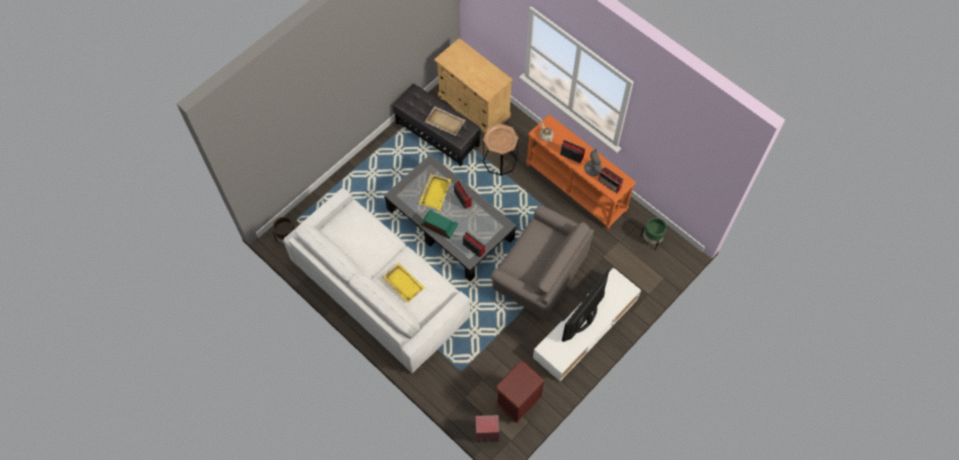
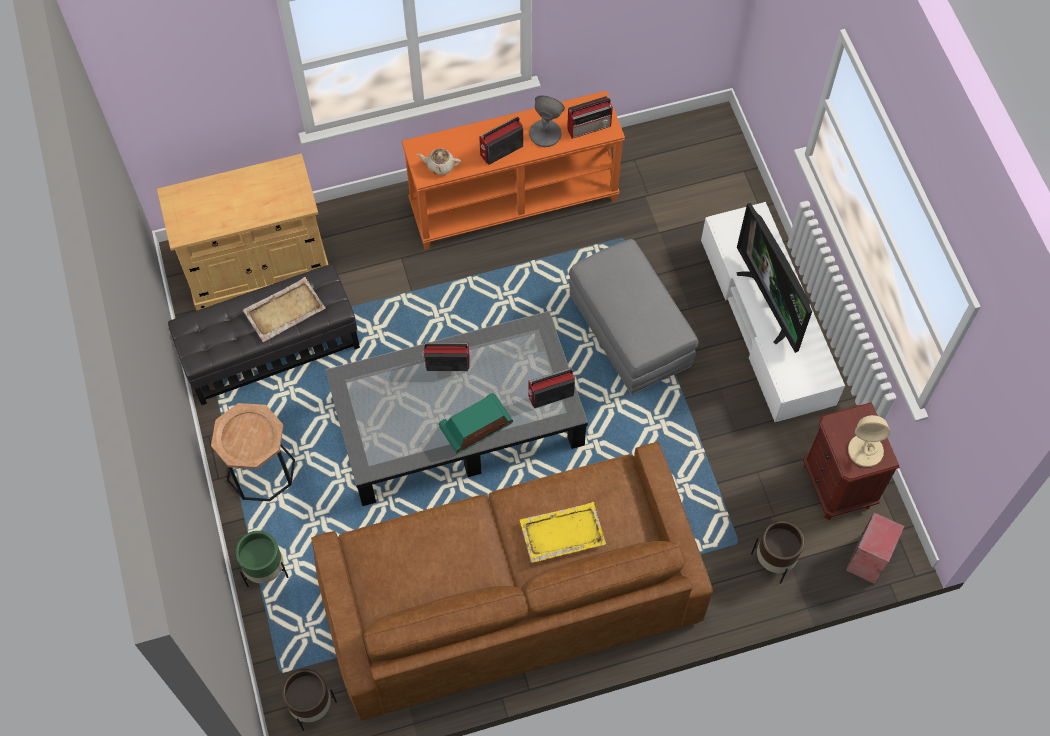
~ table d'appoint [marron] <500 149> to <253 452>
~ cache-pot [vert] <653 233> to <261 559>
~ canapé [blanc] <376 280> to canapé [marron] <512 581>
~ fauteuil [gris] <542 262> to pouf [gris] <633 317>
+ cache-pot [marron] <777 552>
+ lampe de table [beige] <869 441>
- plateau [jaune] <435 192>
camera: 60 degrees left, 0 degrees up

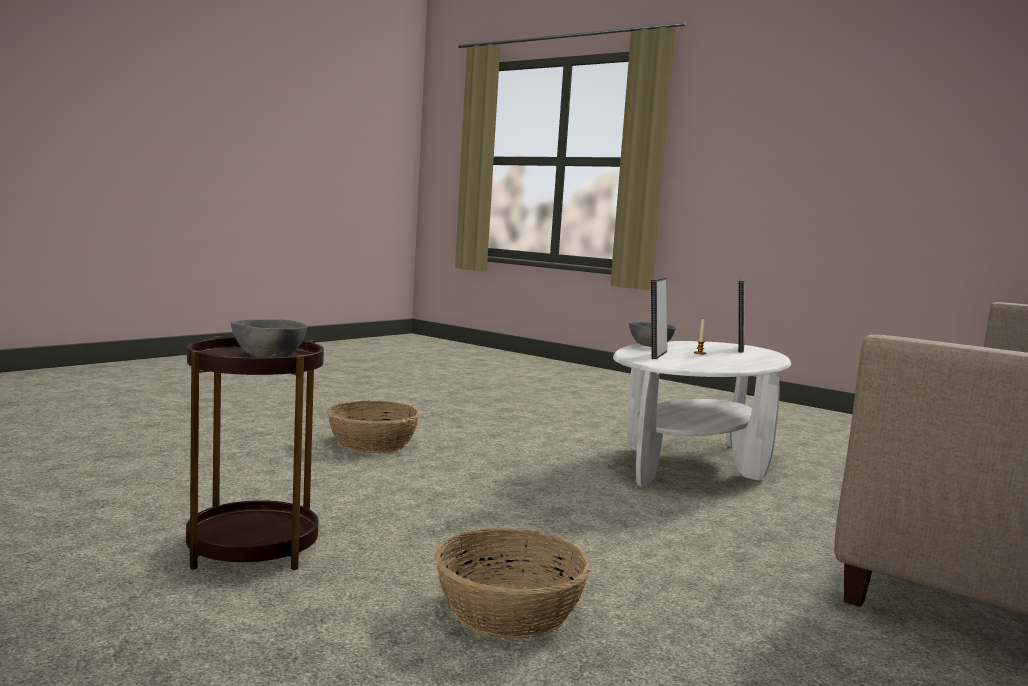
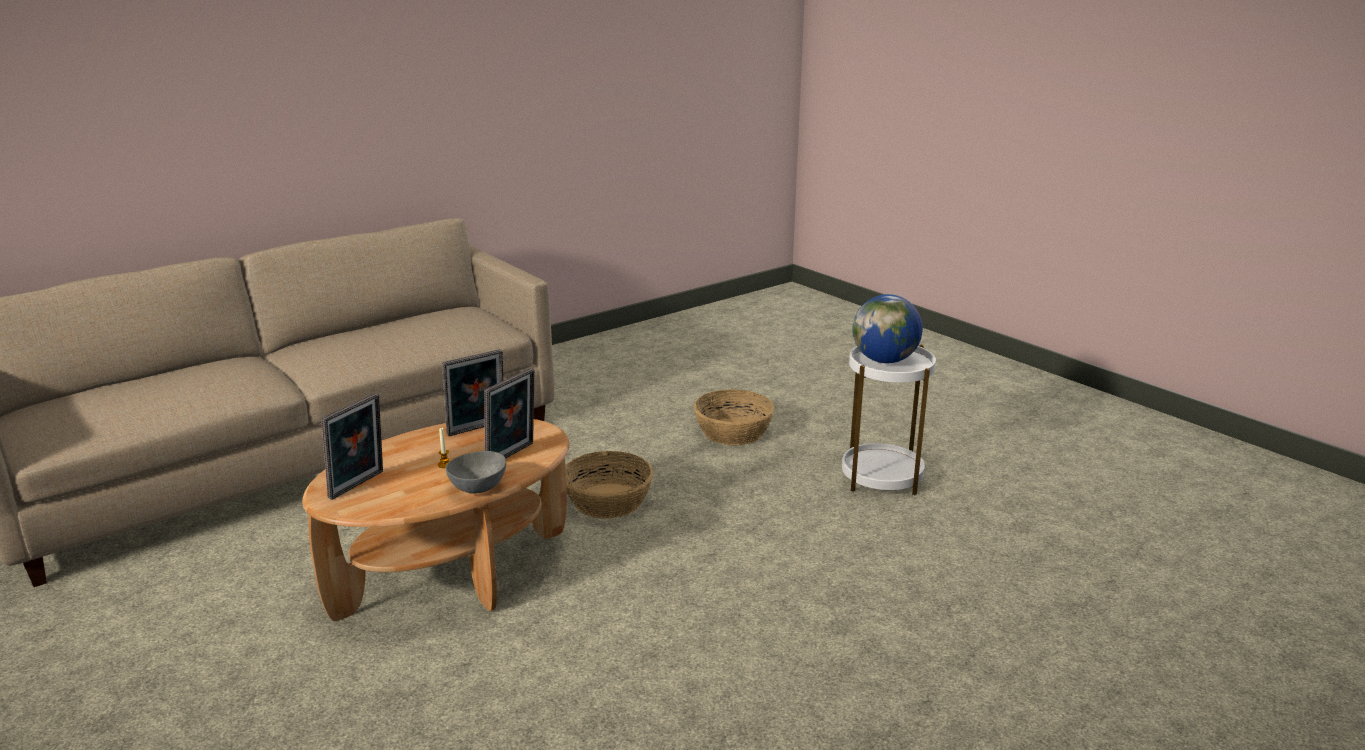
~ table basse [blanc] <702 414> to table basse [marron] <435 520>
+ cadre photo <472 392>
~ panier <373 426> to <609 485>
~ table d'appoint [marron] <255 453> to table d'appoint [blanc] <889 420>
~ bol [gris] <269 339> to globe <887 328>
camera: 165 degrees left, 15 degrees up

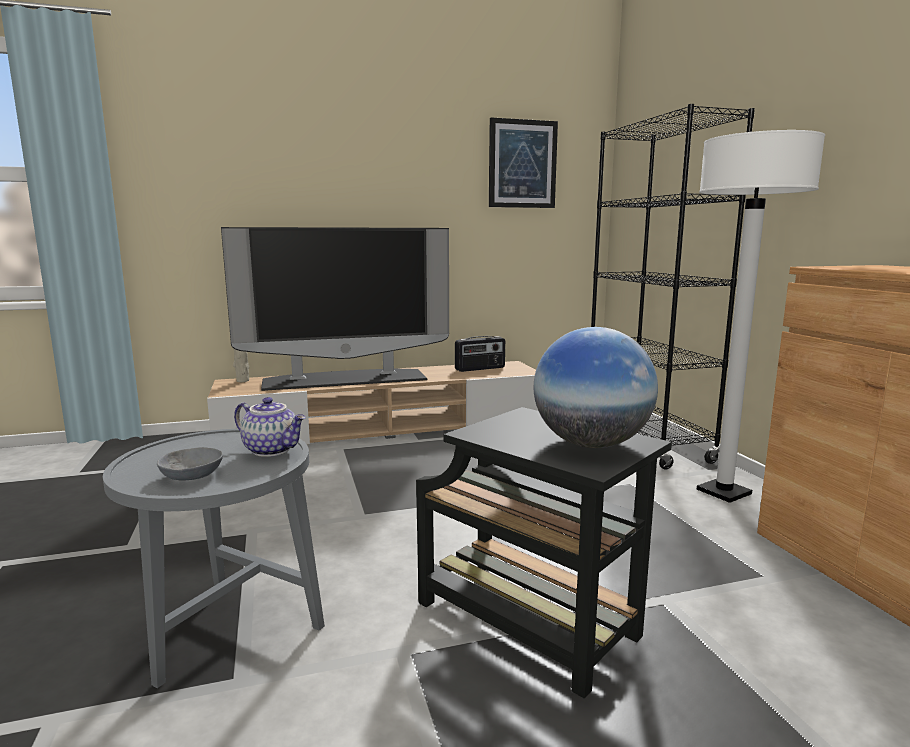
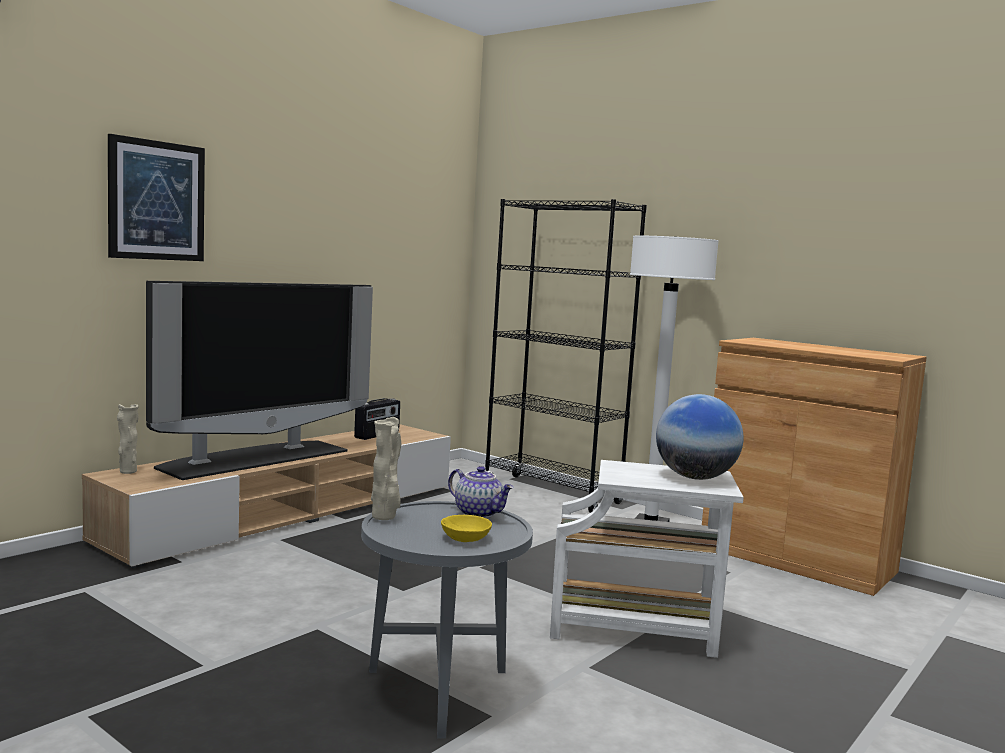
~ tableau <523 162> to <156 197>
+ vase [beige] <386 468>
~ bol [gris] <190 464> to bol [jaune] <466 528>
~ théière <270 427> = <481 492> 45 degrees clockwise
~ table d'appoint [noir] <544 553> to table d'appoint [blanc] <647 559>
camera: 35 degrees left, 5 degrees down

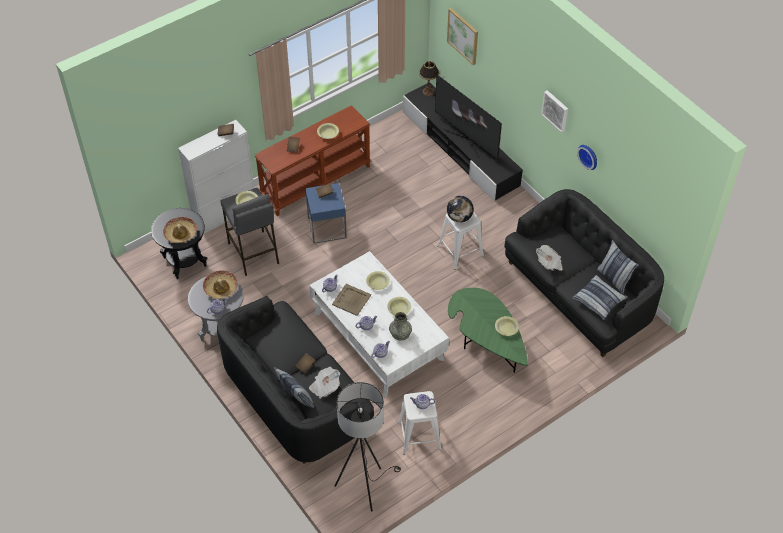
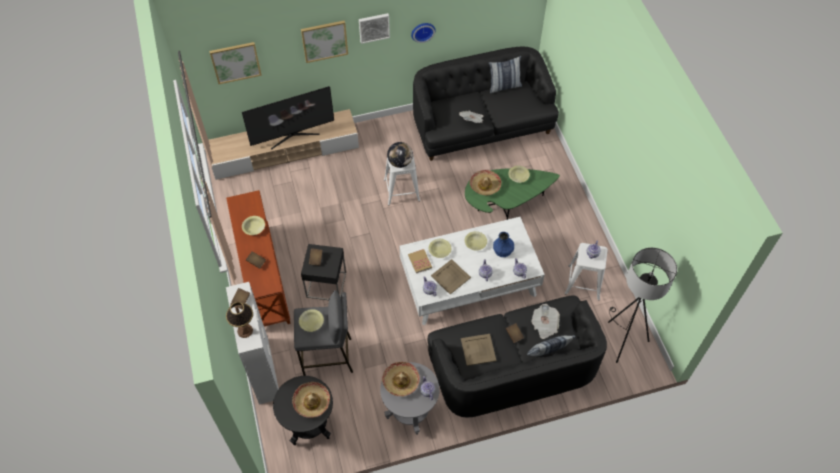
~ meuble télé [noir] <463 142> to meuble télé [beige] <284 144>
~ lampe de table <429 78> to <239 320>
+ tableau <324 41>
~ table d'appoint [bleu] <326 213> to table d'appoint [noir] <323 272>
+ livre <420 261>
+ plateau [beige] <478 350>
+ chapeau <486 182>
~ vase [gris] <400 326> to vase [bleu] <503 244>
- coussin <600 297>
camera: 70 degrees left, 5 degrees up

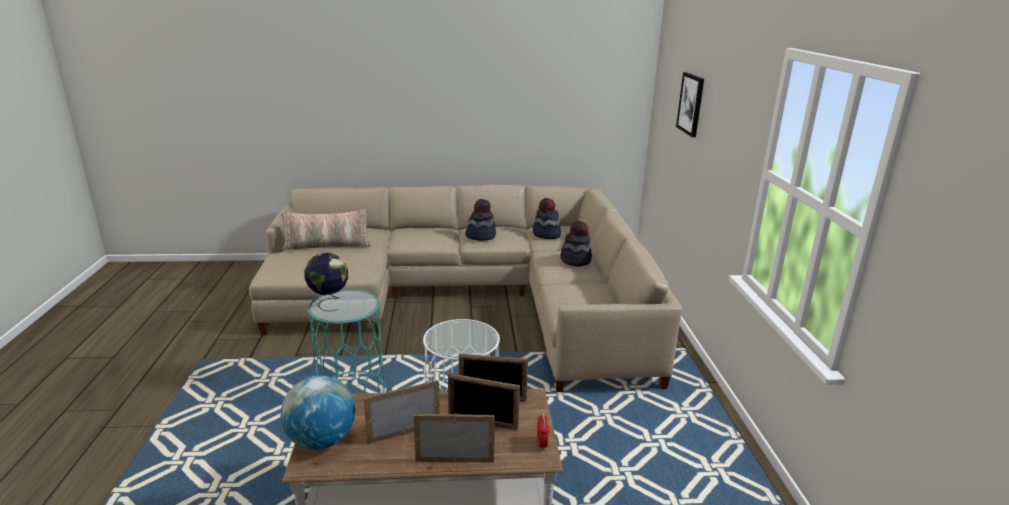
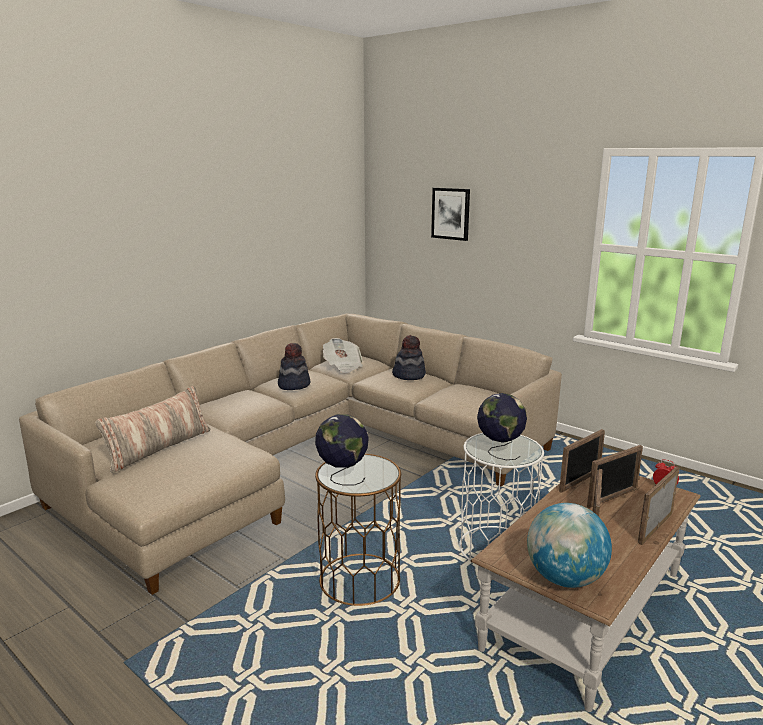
~ table d'appoint [turquoise] <346 341> to table d'appoint [marron] <358 530>
~ chapeau <547 218> to journal <343 356>
+ globe <502 426>
camera: 45 degrees left, 5 degrees down

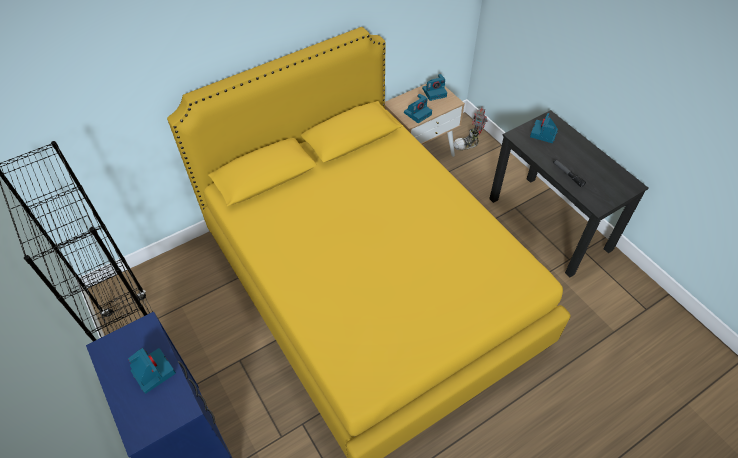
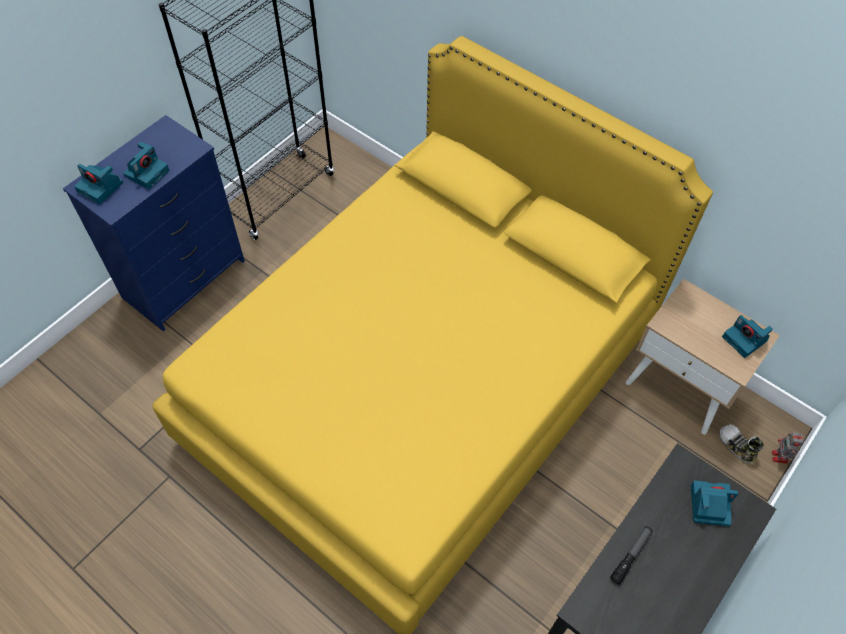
~ appareil photo <418 108> to <98 184>
camera: 70 degrees right, 5 degrees up

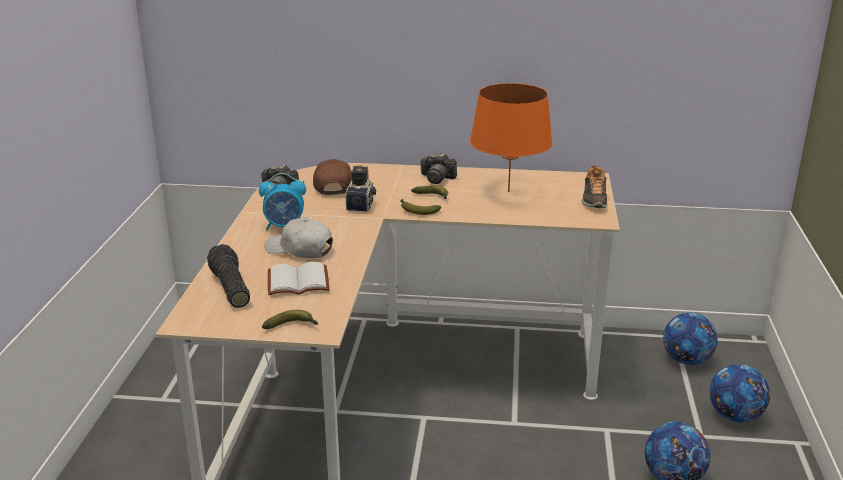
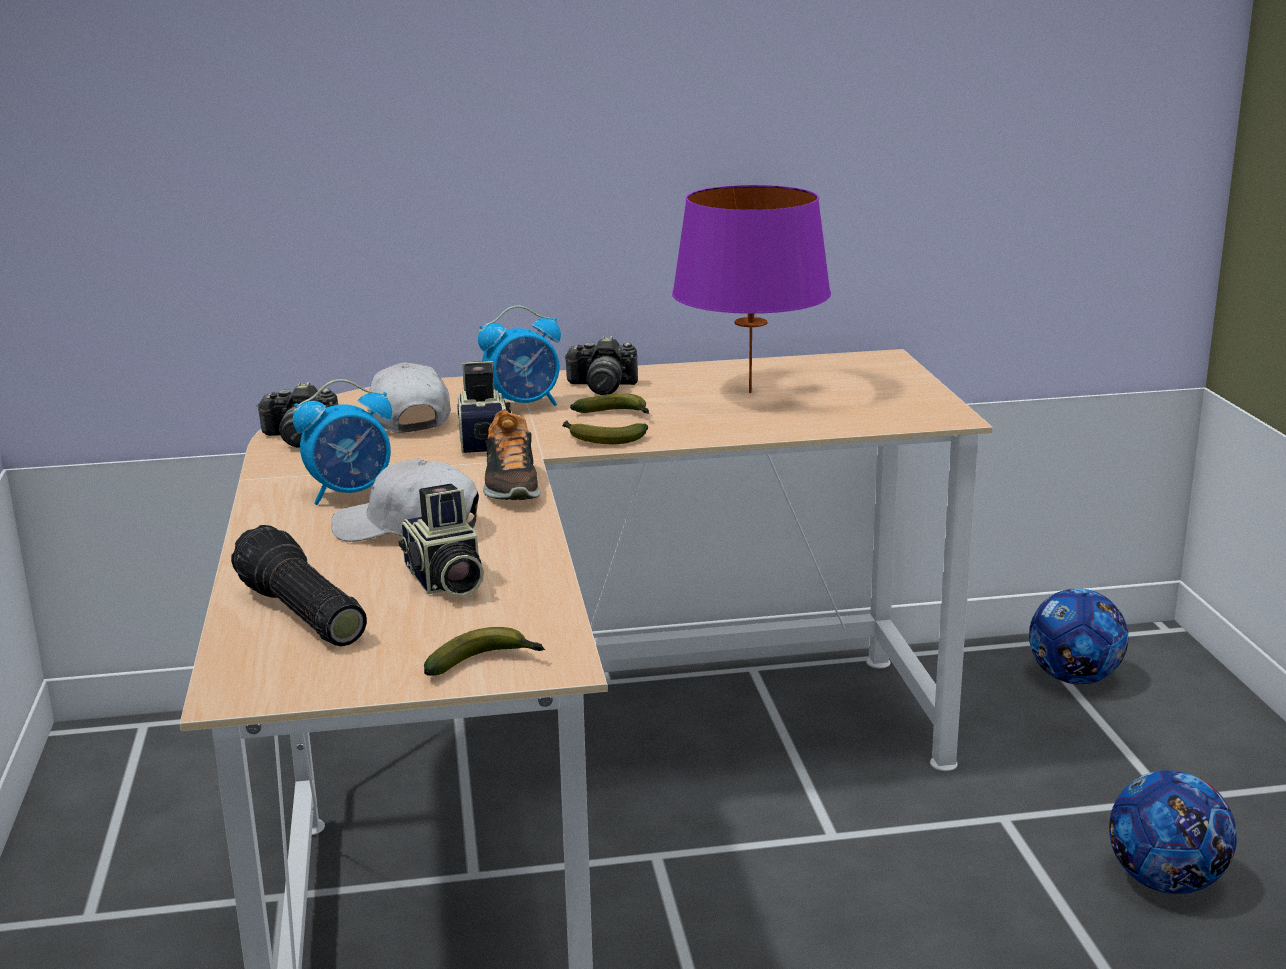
~ casquette [marron] <332 177> to casquette [blanc] <409 397>
~ livre [blanc] <299 278> to appareil photo <441 540>
+ réveil <519 355>
~ chaussure <595 186> to <512 454>
~ lampe de table [orange] <511 137> to lampe de table [violet] <751 289>
- ballon de foot <739 393>
camera: 15 degrees left, 5 degrees down

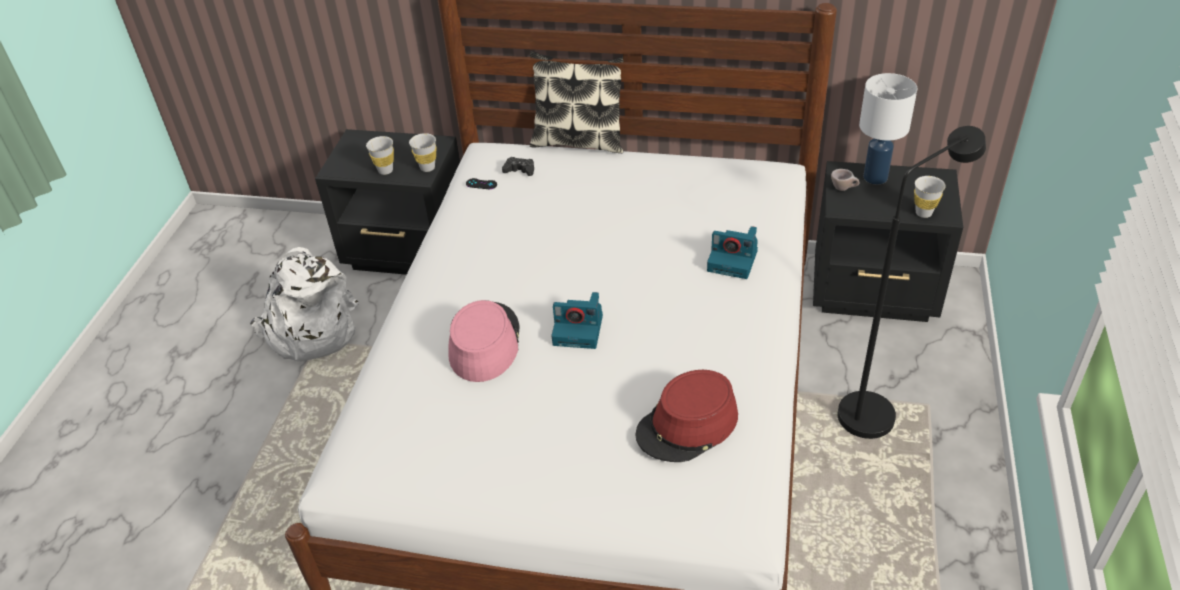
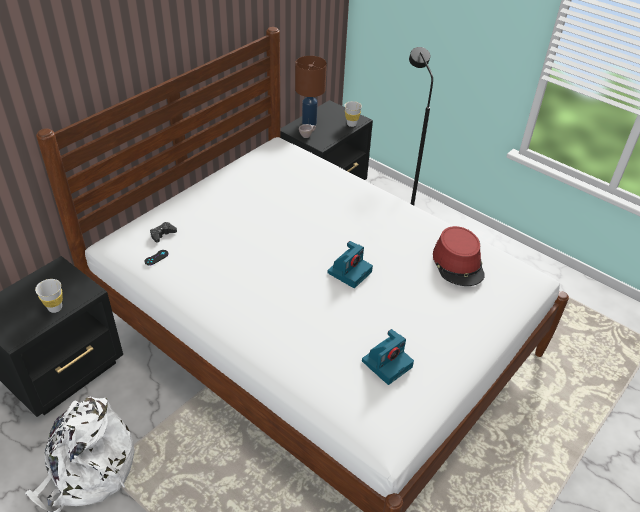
~ lampe de table [blanc] <888 128> to lampe de table [marron] <311 90>
~ appareil photo <732 252> to <388 357>
- tasse [blanc] <423 152>
- chapeau [rose] <484 341>
- coussin <577 102>
camera: 65 degrees left, 0 degrees up

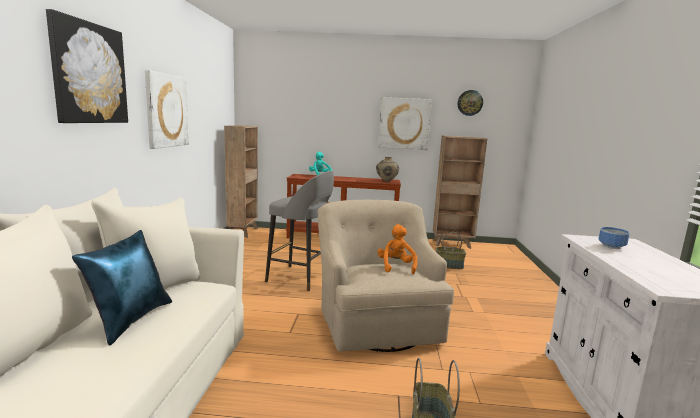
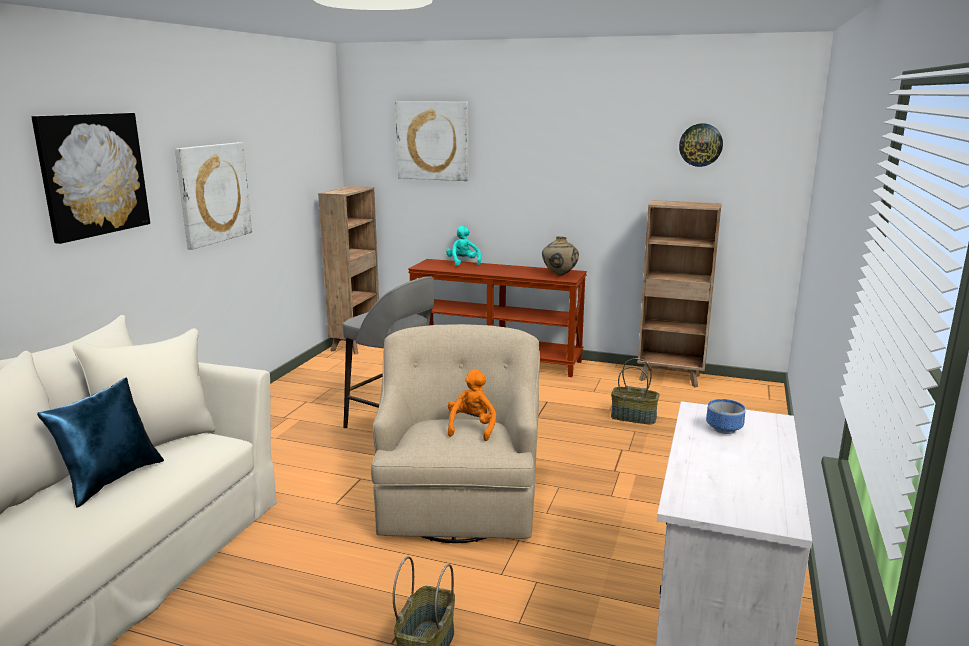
~ tableau <405 123> to <431 141>
camera: 15 degrees right, 5 degrees up

